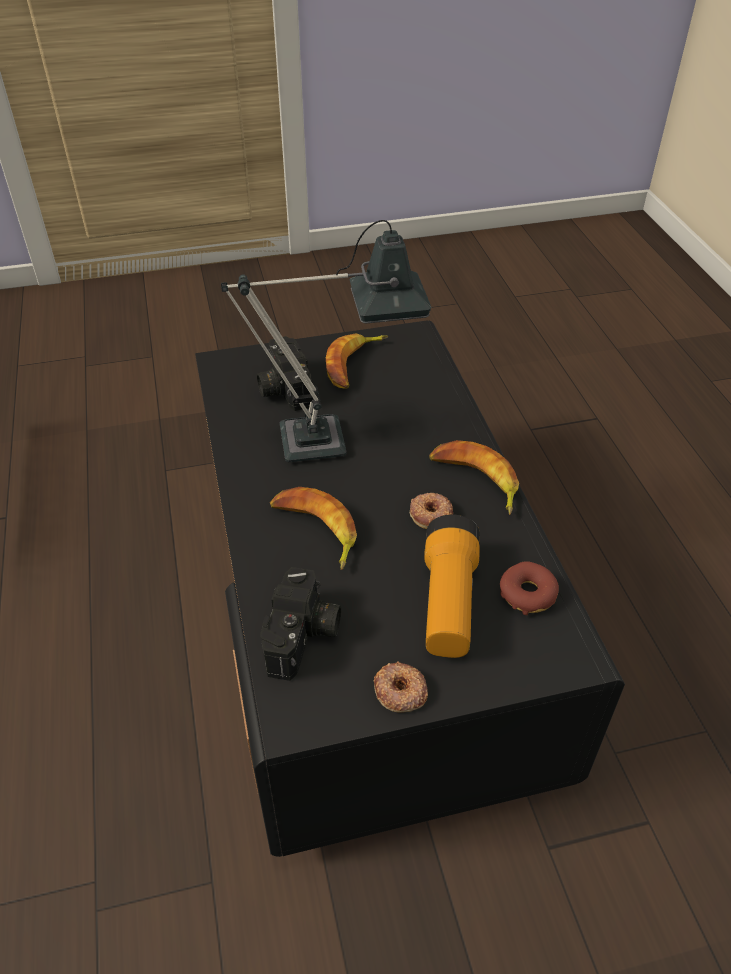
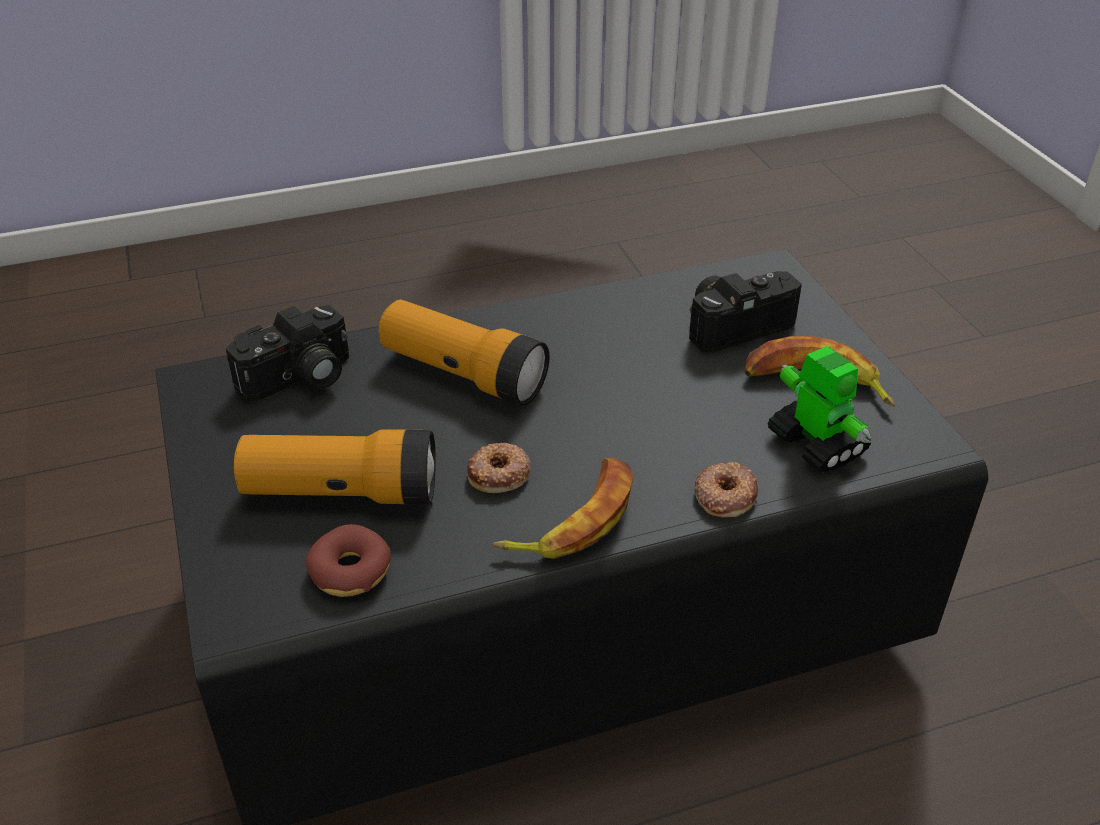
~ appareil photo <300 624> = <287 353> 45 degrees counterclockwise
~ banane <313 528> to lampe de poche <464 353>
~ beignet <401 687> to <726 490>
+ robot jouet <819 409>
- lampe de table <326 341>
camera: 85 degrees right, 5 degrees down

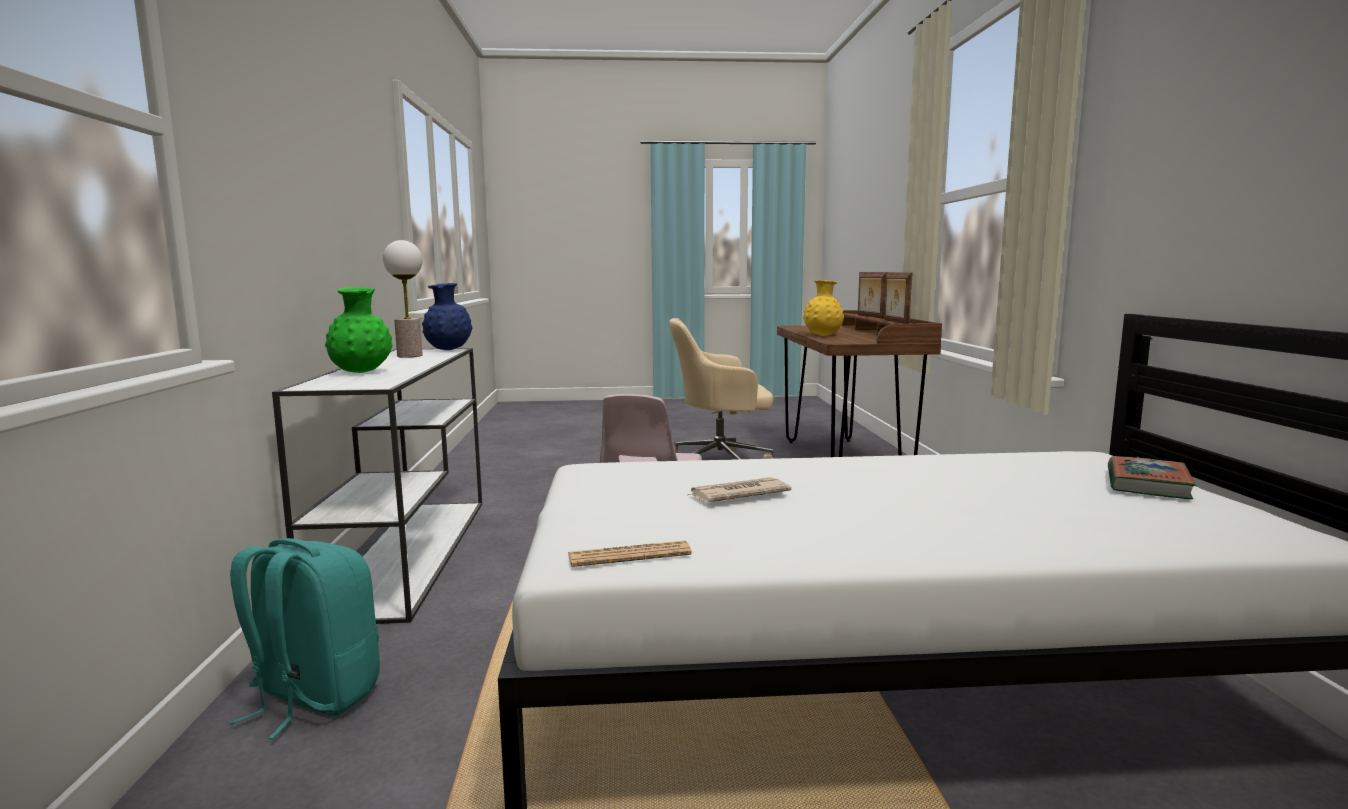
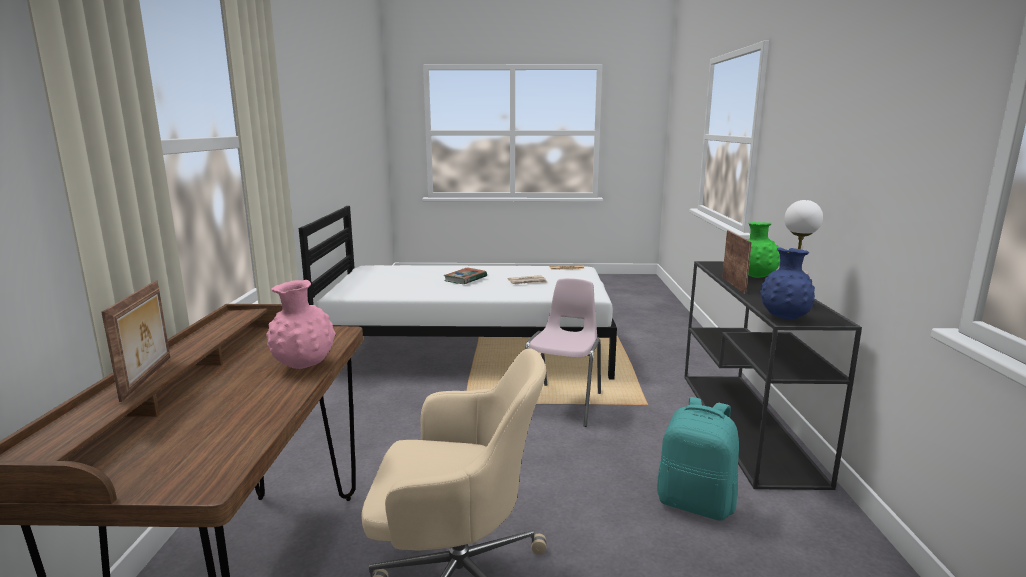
~ vase [jaune] <823 308> to vase [rose] <301 324>
~ livre <1152 477> to <465 275>
~ sac à dos [turquoise] <304 638> to <698 459>
~ table console [blanc] <377 486> to table console [noir] <773 375>
~ cadre photo <898 298> to <737 262>
camera: 175 degrees left, 5 degrees up

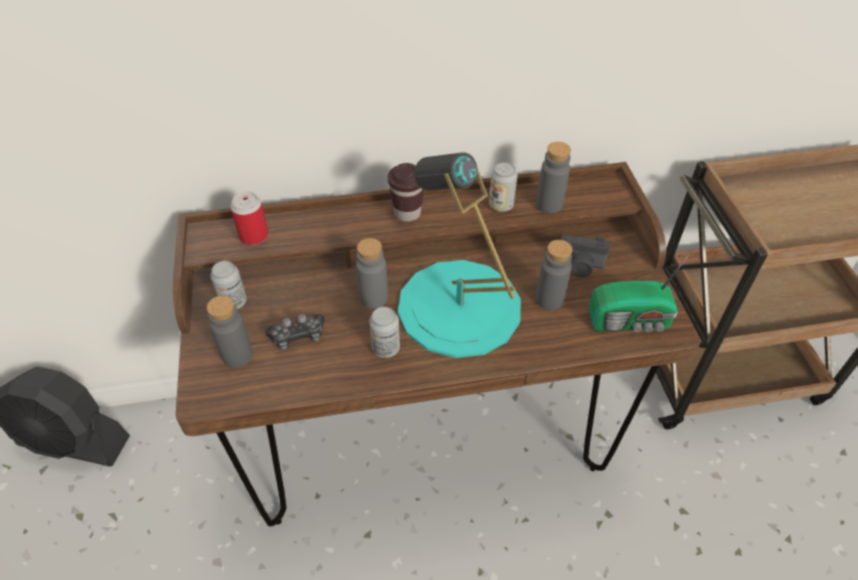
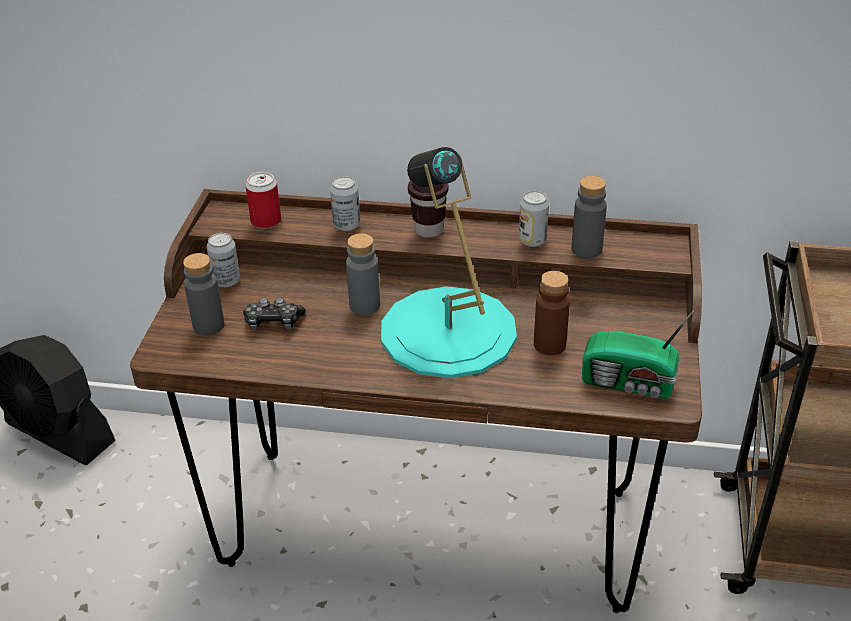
~ boîte métallique <384 332> to <345 203>
~ bouteille [gris] <554 275> to bouteille [marron] <552 313>
- appareil photo <585 256>
camera: 20 degrees right, 10 degrees down

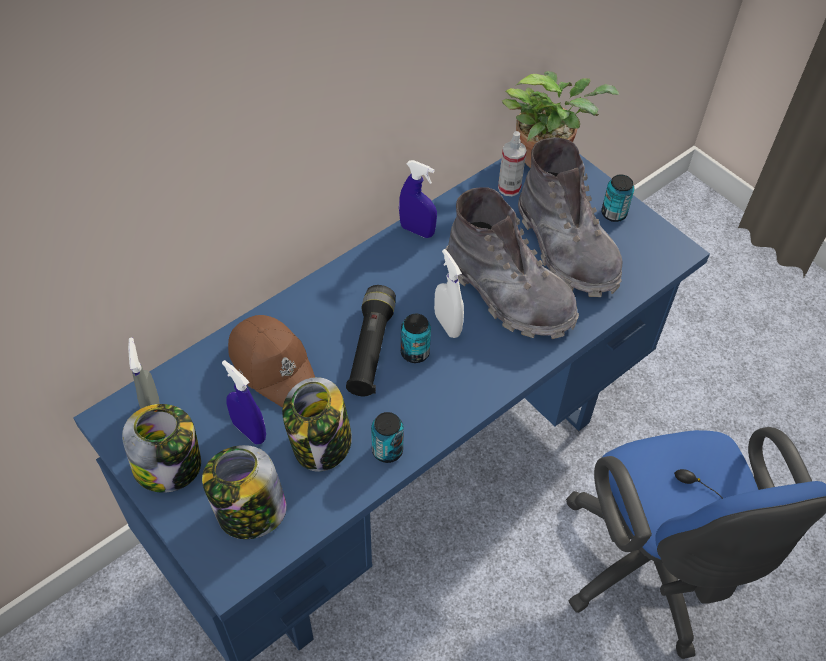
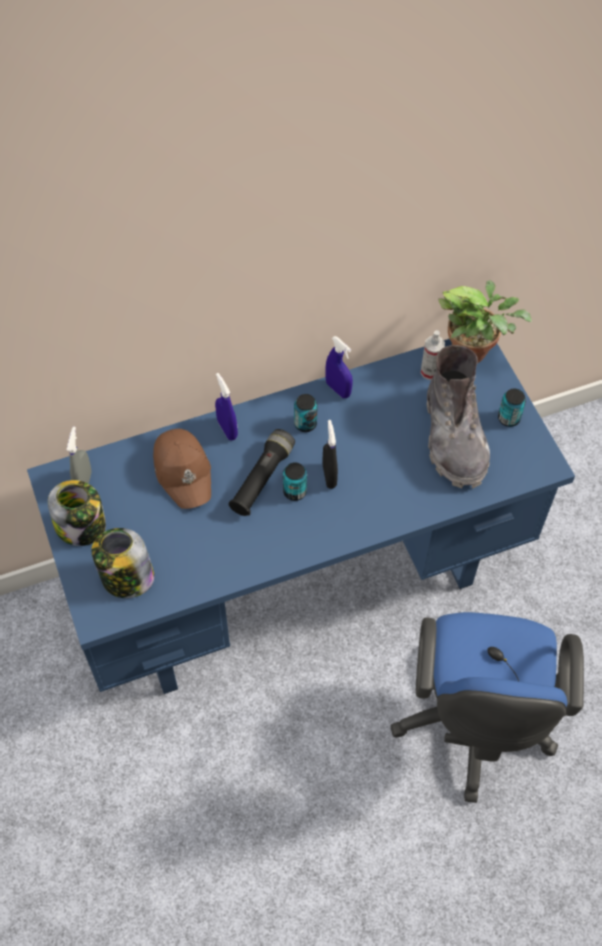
~ vaporisateur [bleu] <244 402> to <226 406>
~ boîte métallique <387 437> to <306 413>
~ vaporisateur [blanc] <449 293> to vaporisateur [noir] <330 454>
- bocal <317 424>
- botte [gris] <512 263>
camera: 20 degrees right, 5 degrees up

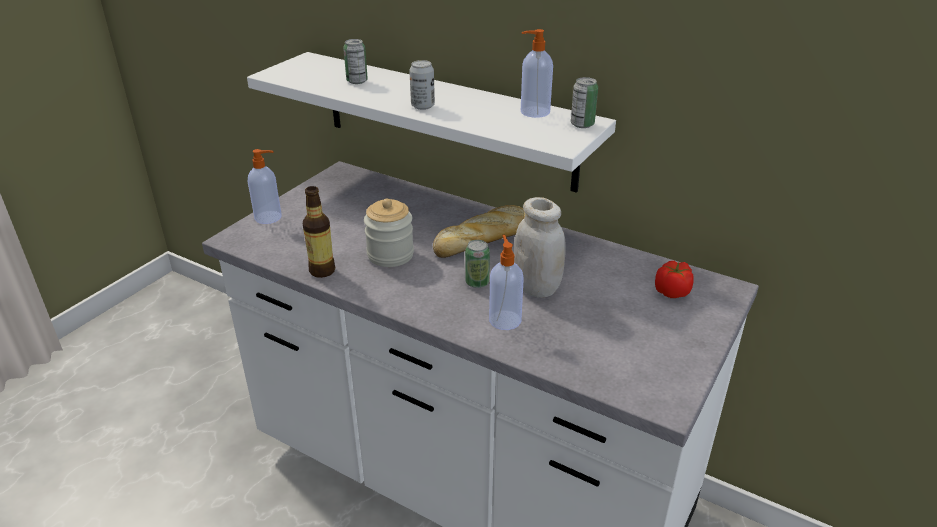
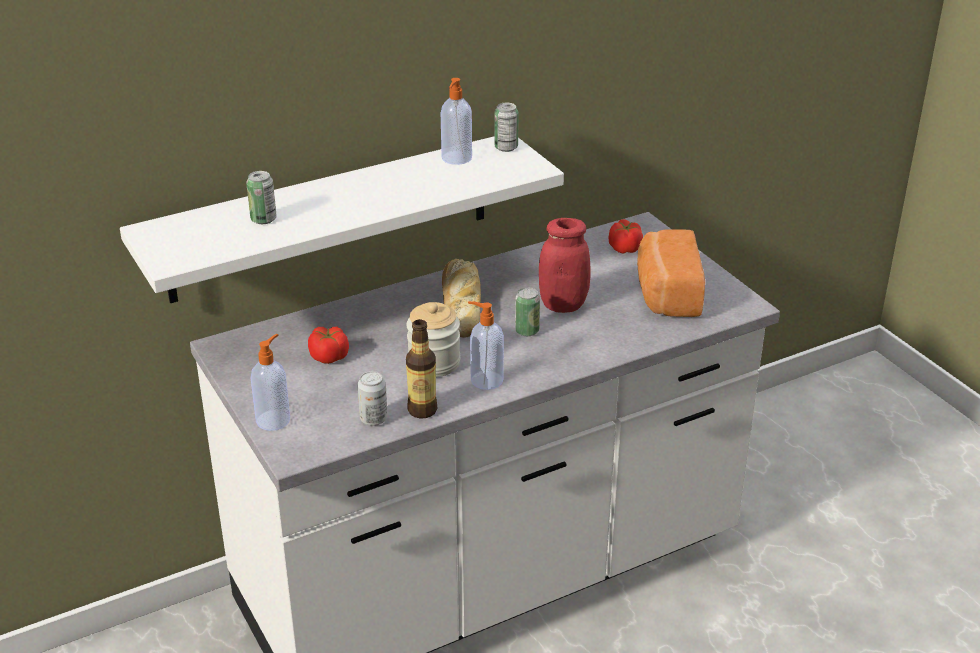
+ tomate <328 345>
~ boîte métallique <422 85> to <373 398>
~ distributeur de savon <506 282> to <486 345>
~ bocal [blanc] <539 247> to bocal [rouge] <565 265>
+ pain <671 273>
camera: 60 degrees left, 0 degrees up

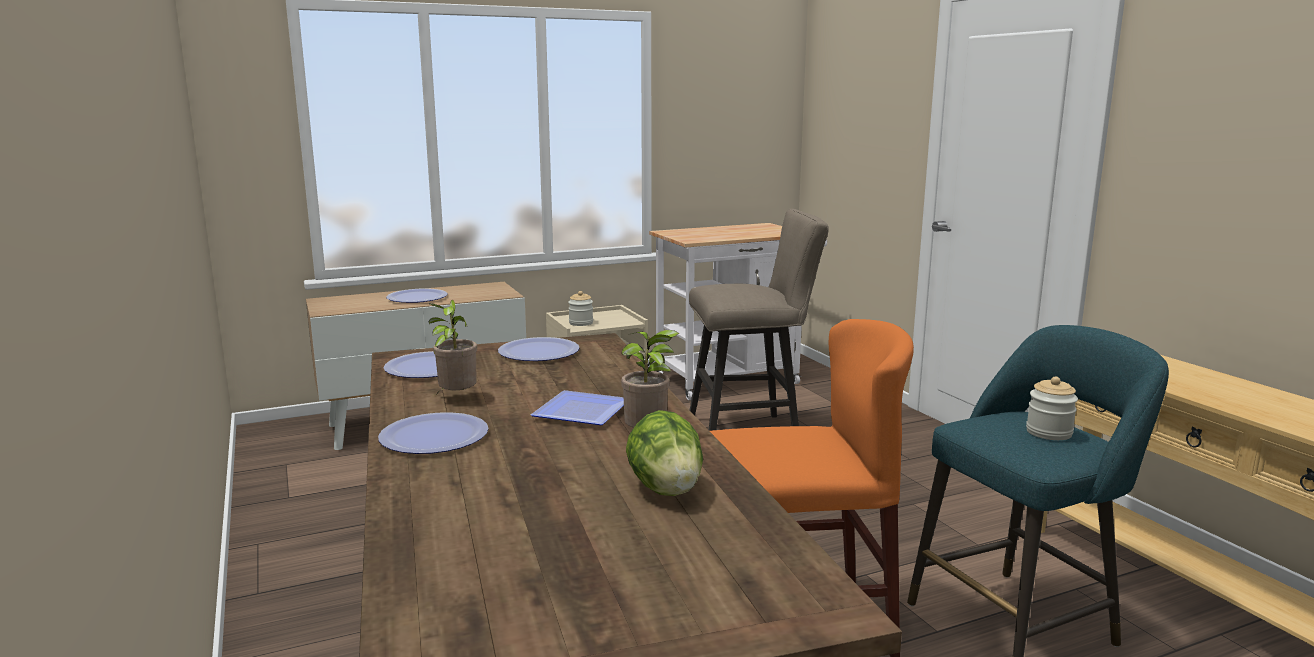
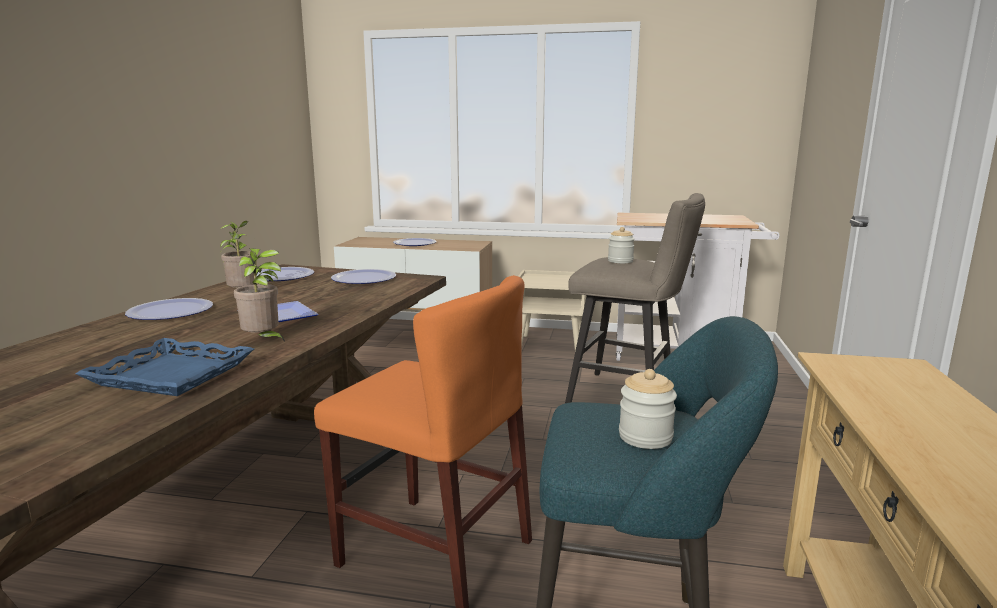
~ laitue <664 453> to plateau [bleu] <164 367>
~ bocal <580 308> to <621 245>
camera: 35 degrees right, 0 degrees up

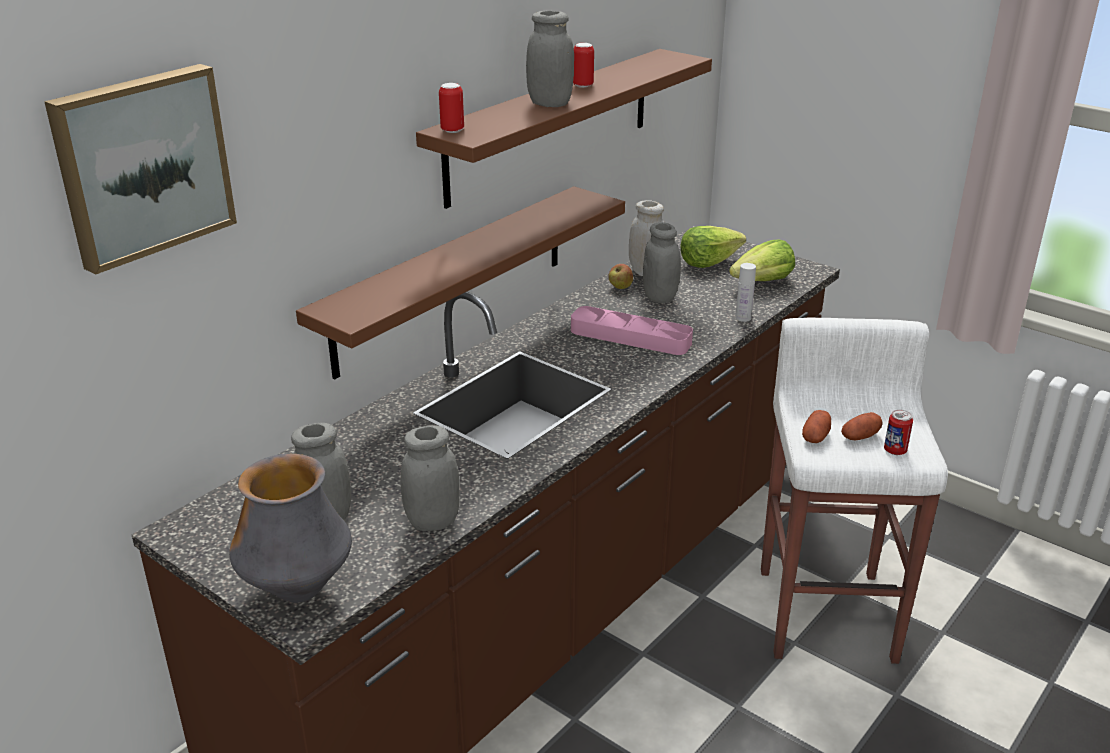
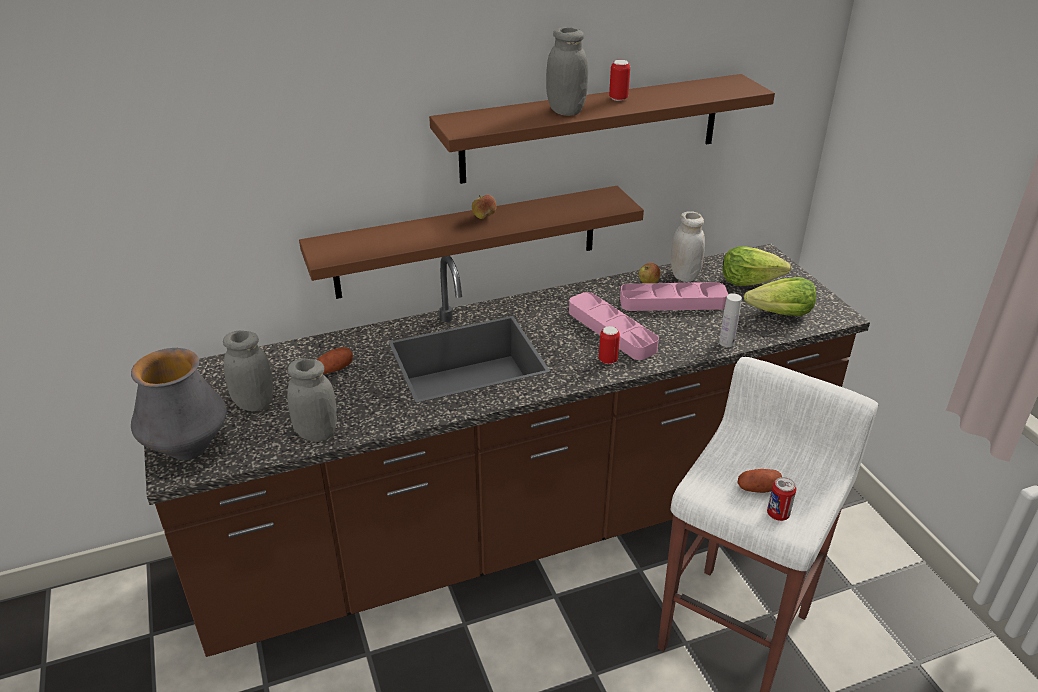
~ pomme de terre <816 426> to <335 360>
+ pomme <484 207>
~ boîte métallique <451 108> to <609 345>
~ bocal [gris] <662 262> to plateau [rose] <674 296>
- tableau <140 169>
camera: 30 degrees right, 5 degrees up

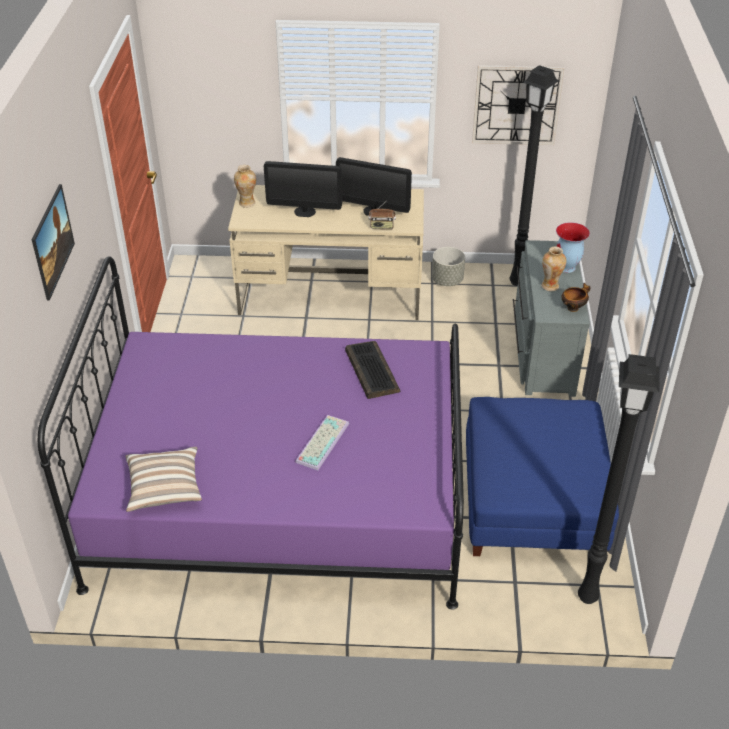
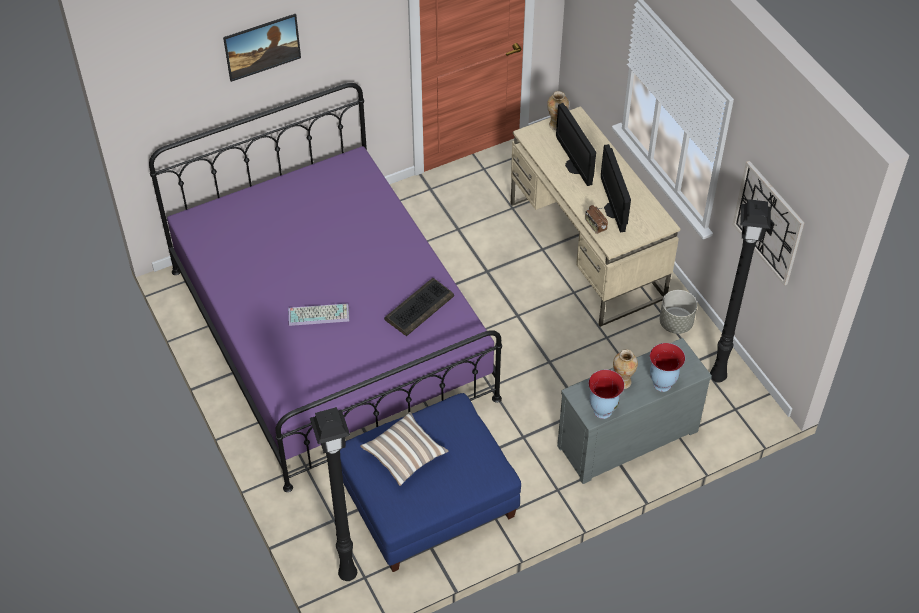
~ coussin <164 479> to <404 449>
~ bol <576 297> to vase <606 394>
camera: 60 degrees right, 10 degrees up

